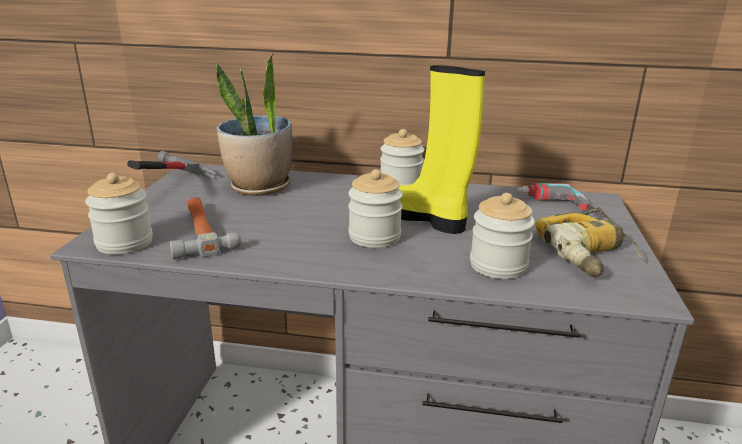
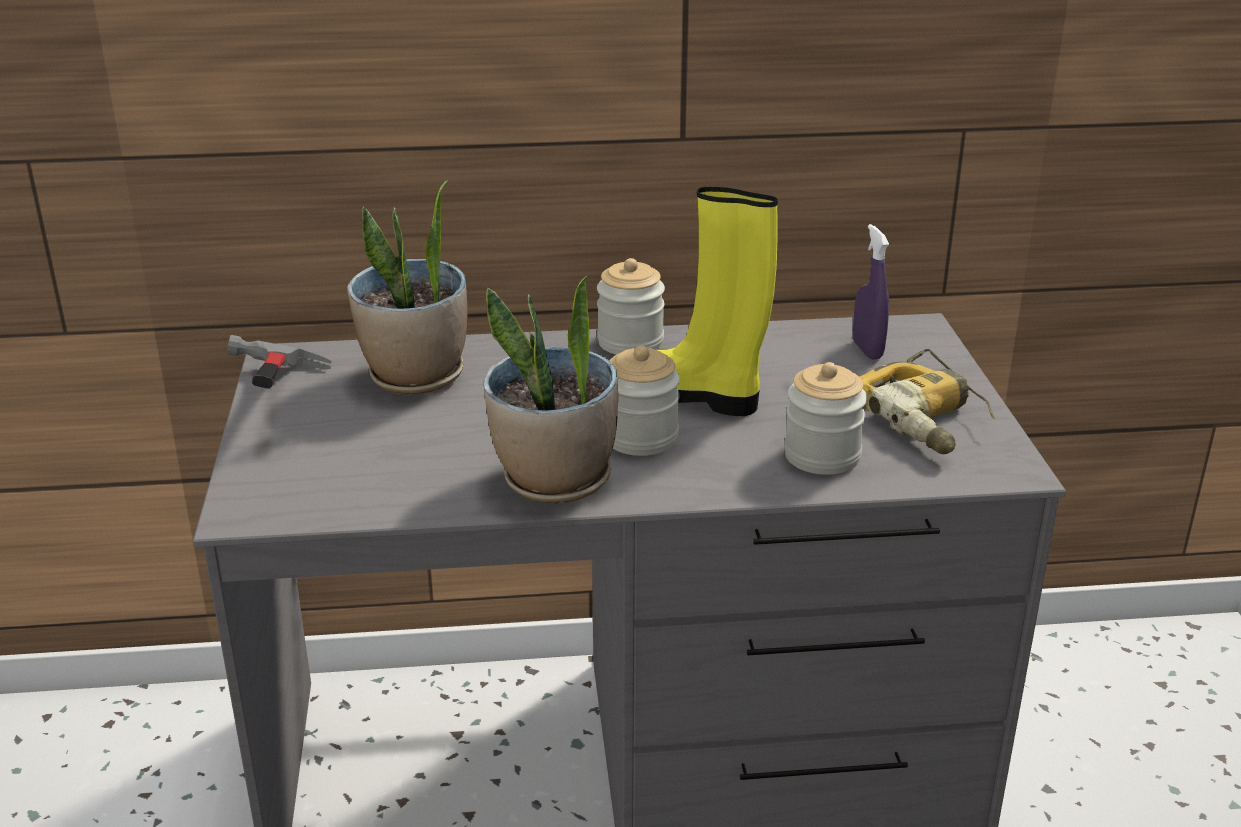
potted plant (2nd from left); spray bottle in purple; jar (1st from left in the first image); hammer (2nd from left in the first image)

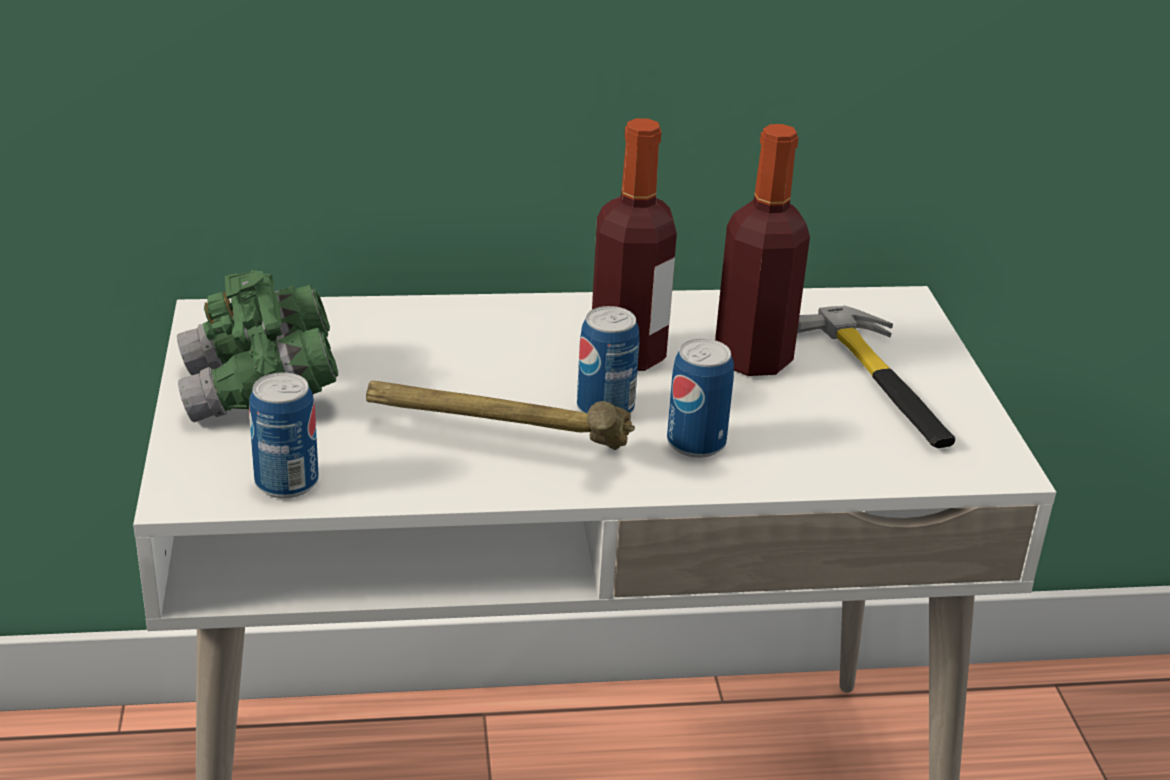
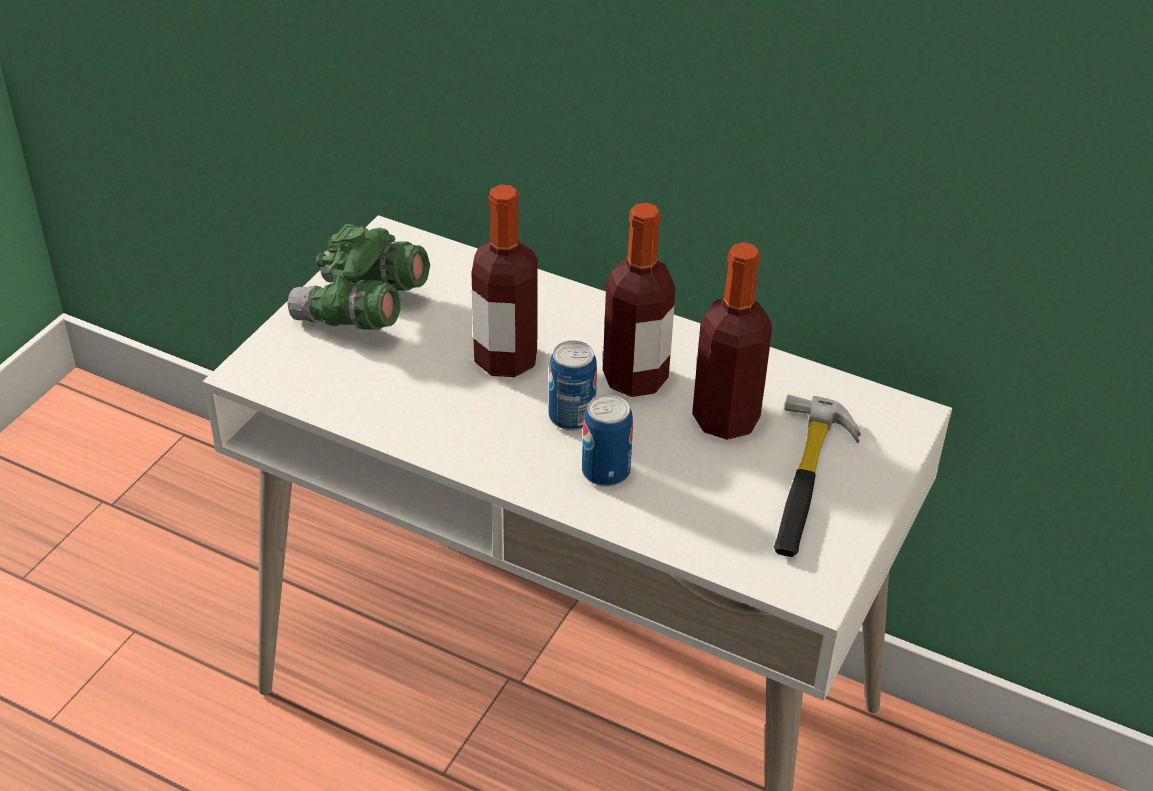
bottle (1st from left); can (1st from left in the first image); hammer (1st from left in the first image)

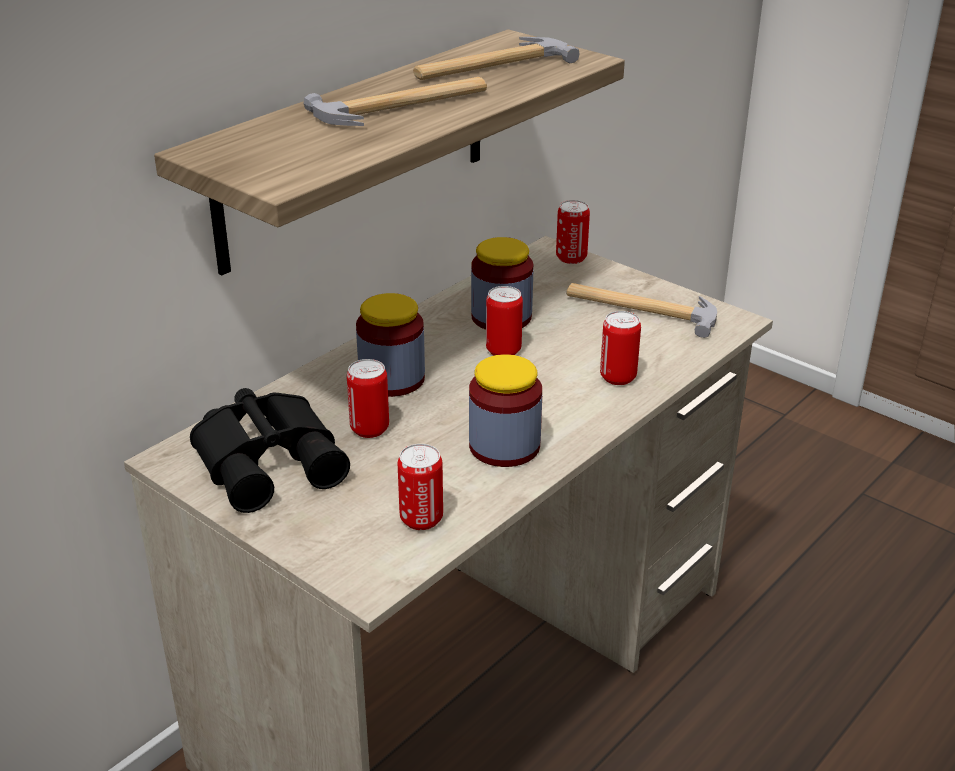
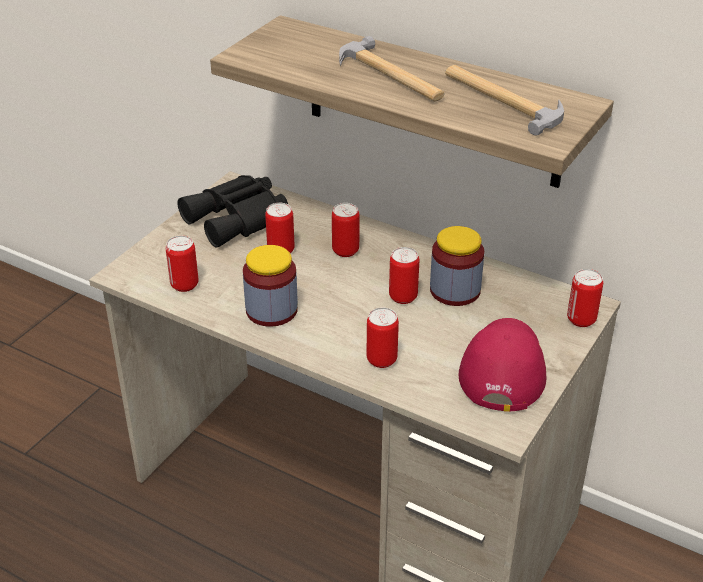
can (3rd from left); cap in red

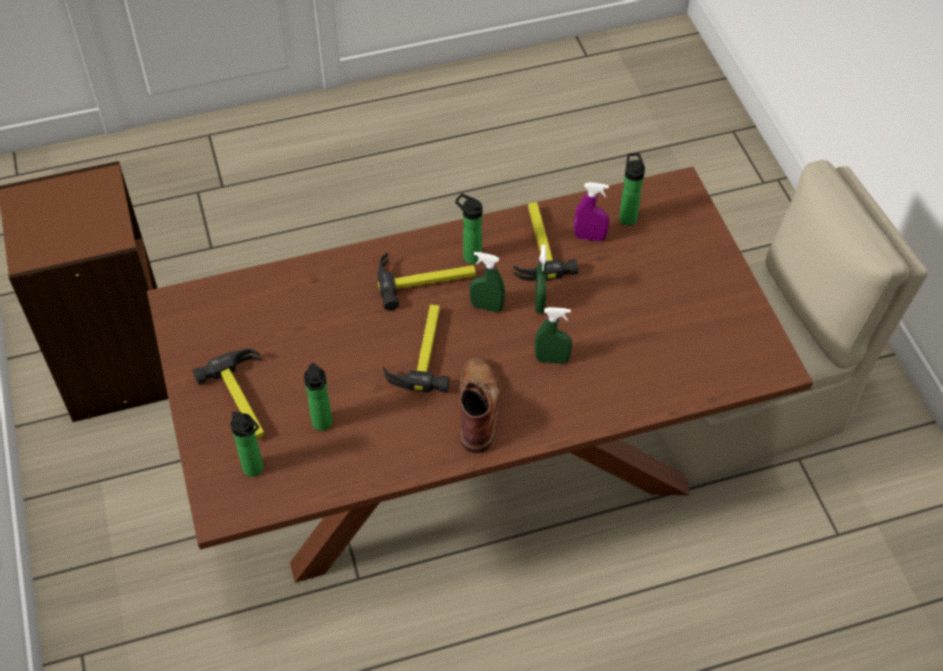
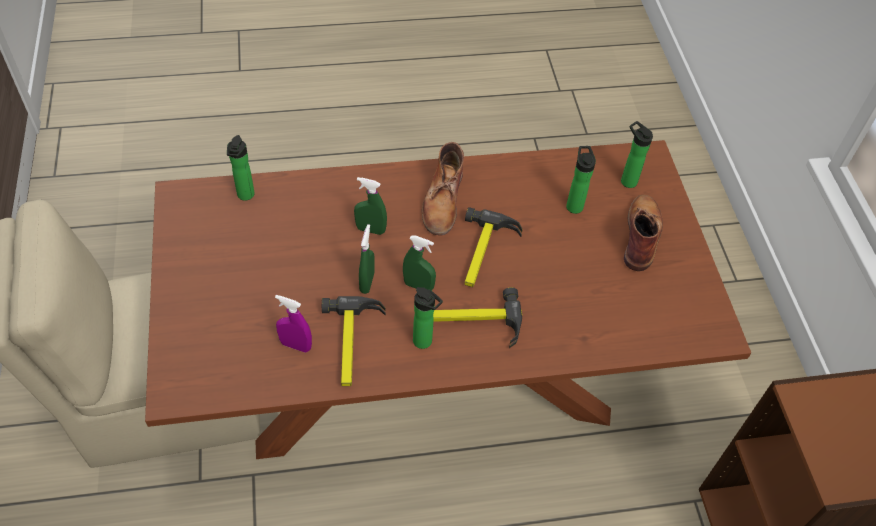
bottle (1st from left); boot in brown (2nd from left)

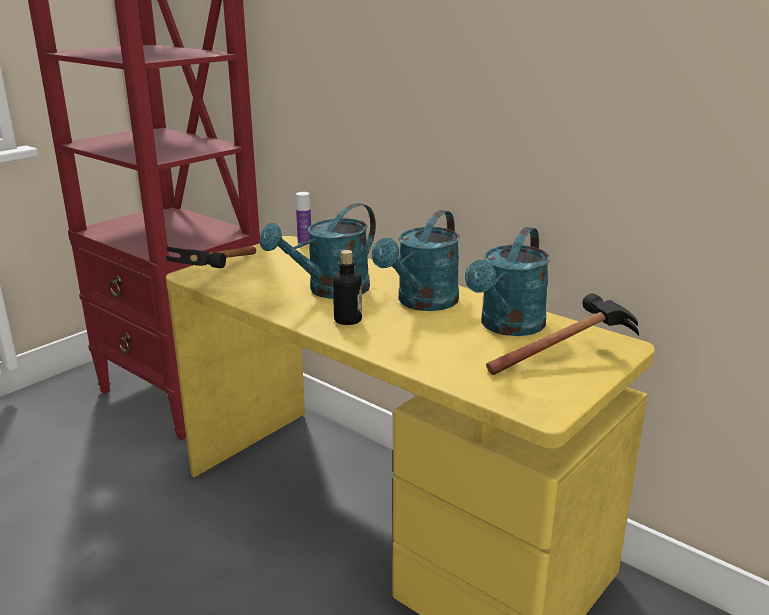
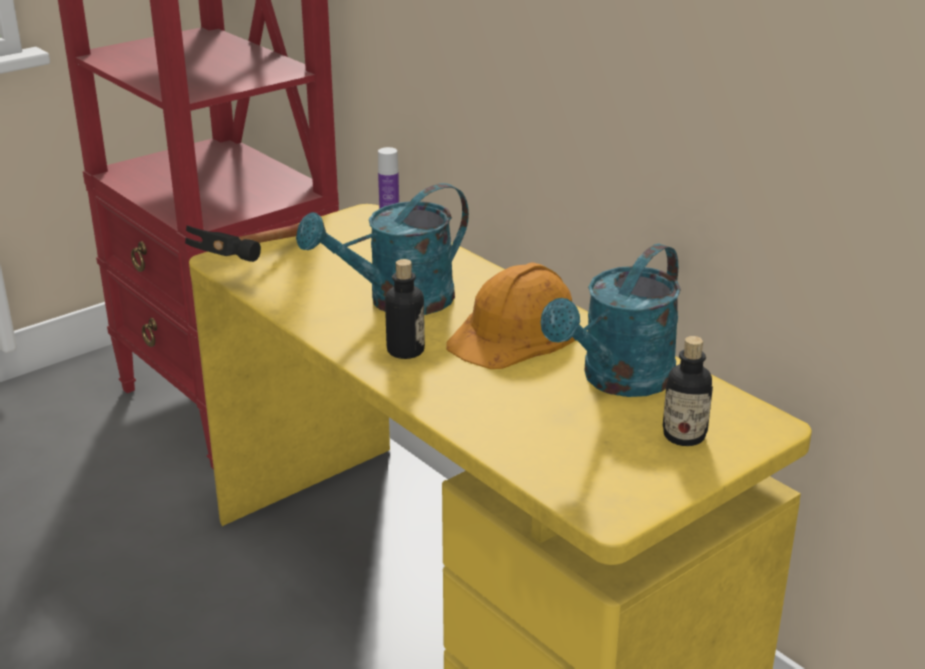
hard hat in orange; bottle (3rd from left)

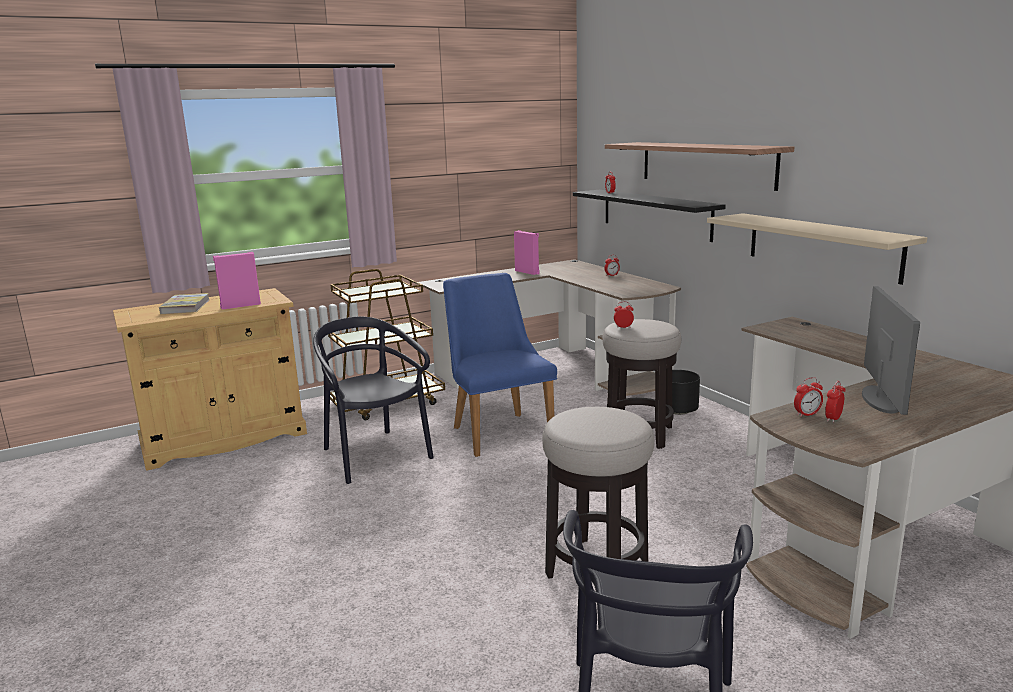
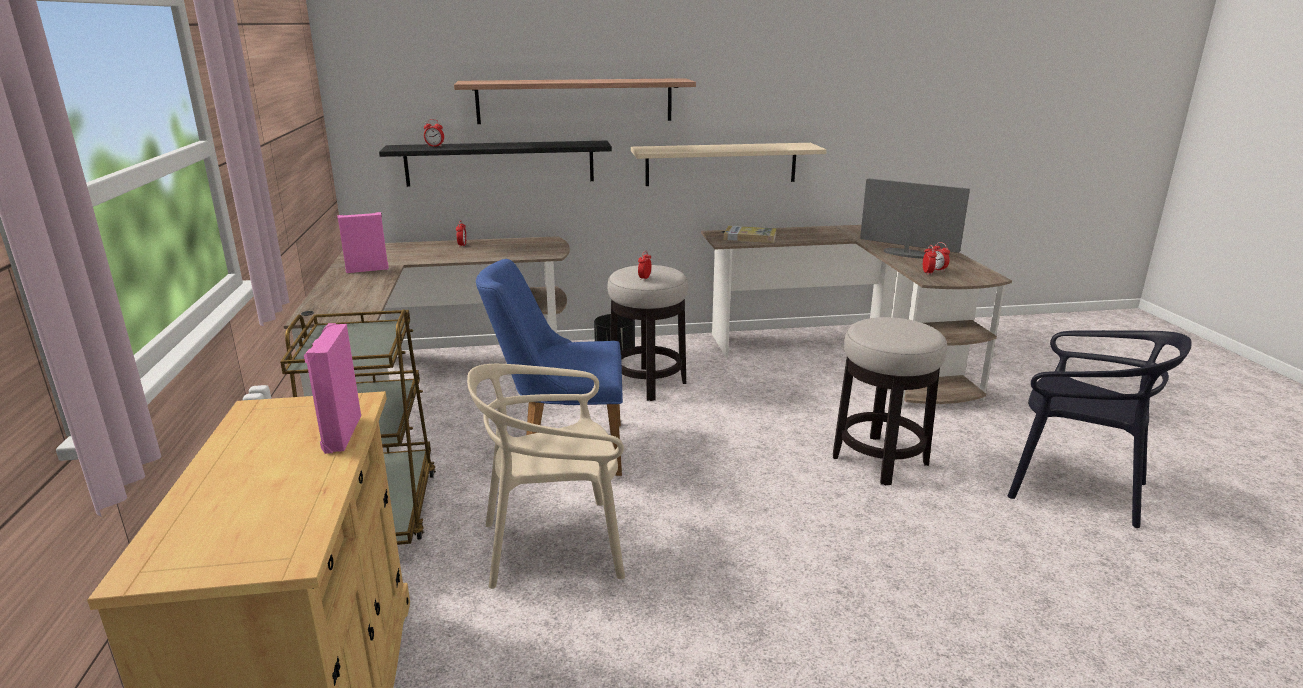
chair in beige; book

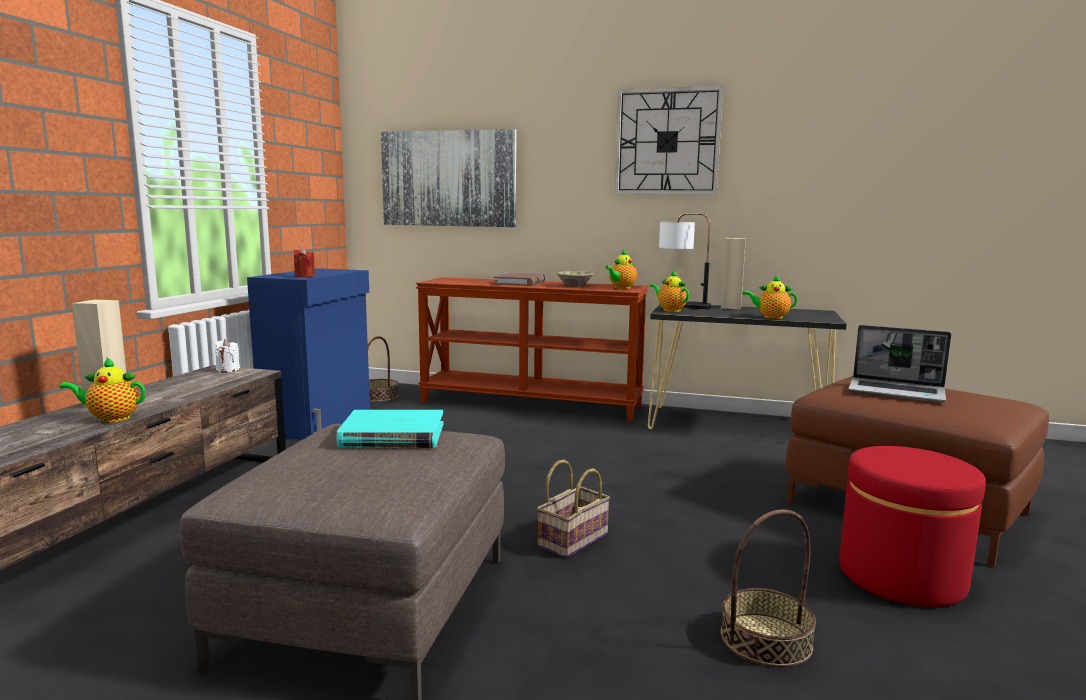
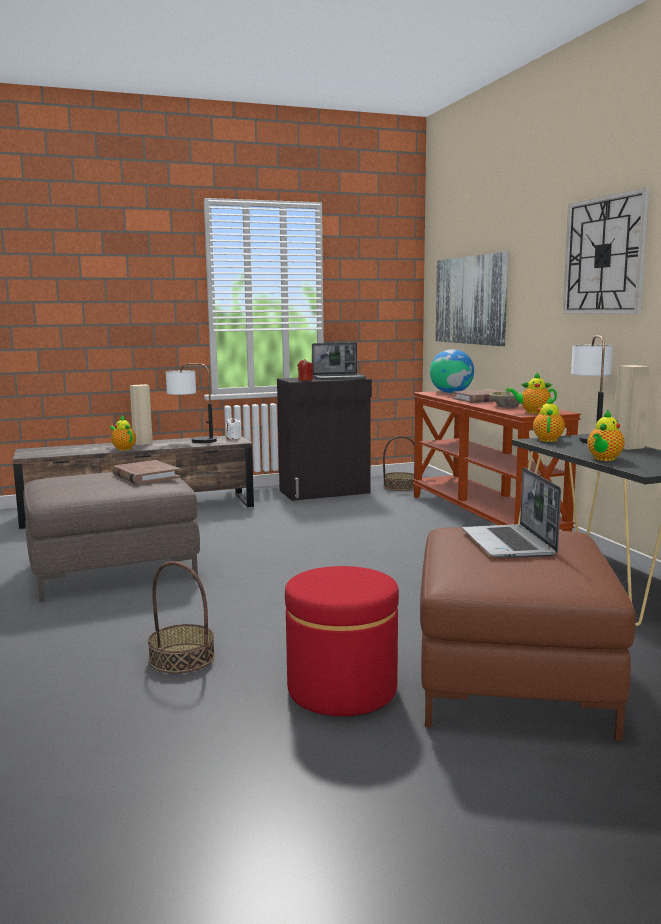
book in brown (1st from left); table lamp (1st from left); cabinet in black; laptop (1st from left); globe; teapot (4th from left); basket (2nd from left in the first image)

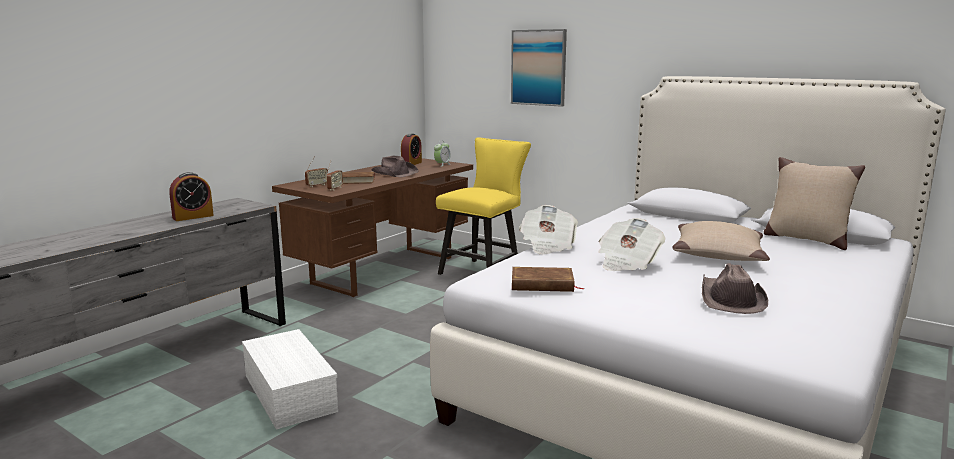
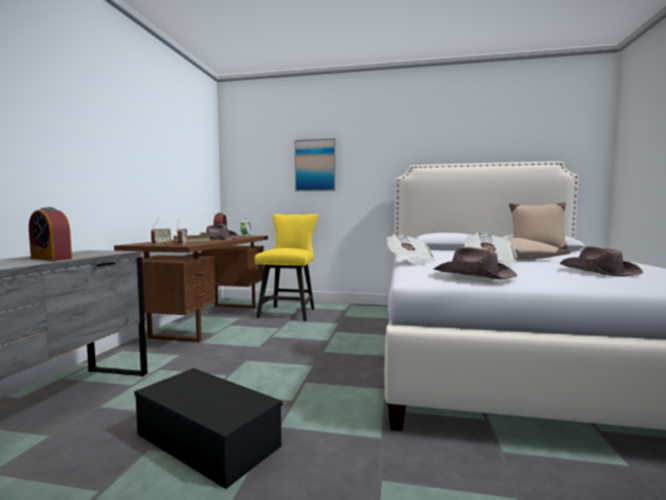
alarm clock (1st from left); storage box in black; hat in brown (2nd from left)

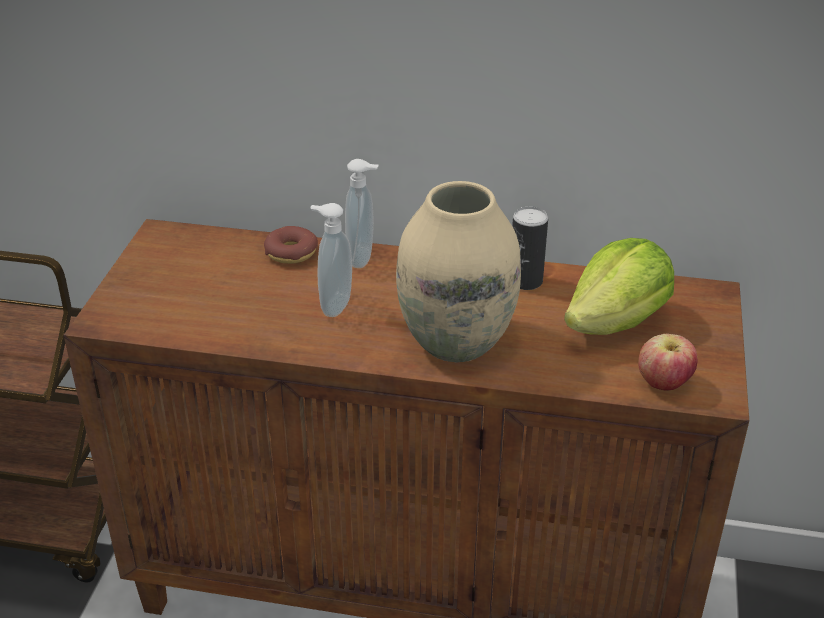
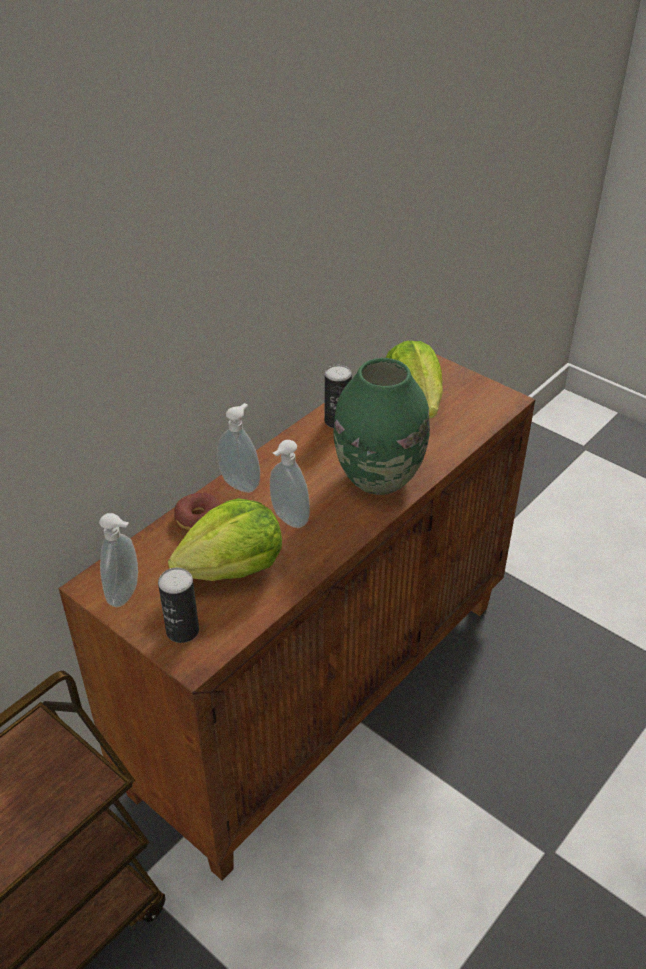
soap dispenser (1st from left); can (1st from left); lettuce (1st from left); vase in green; apple

